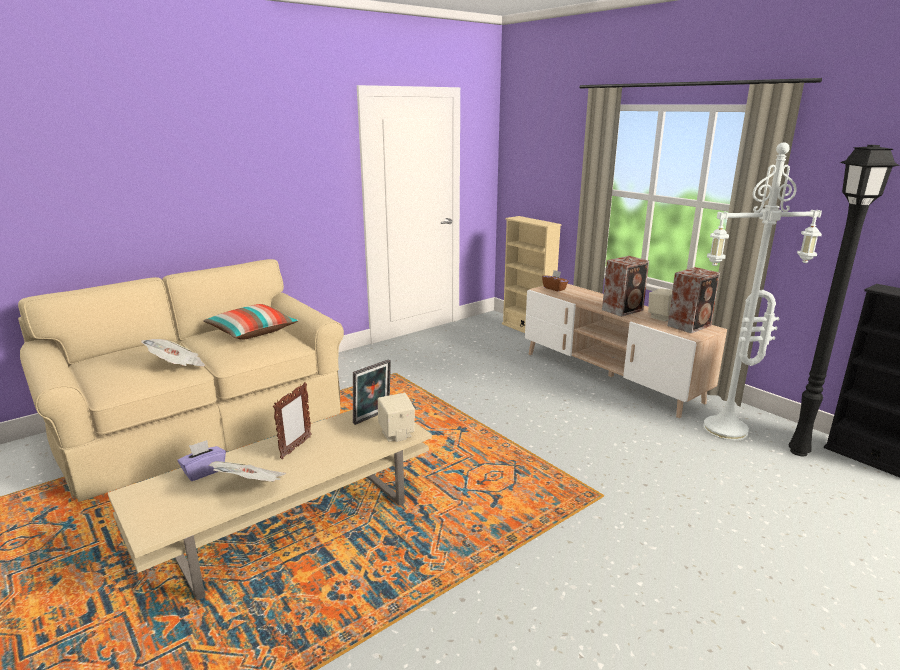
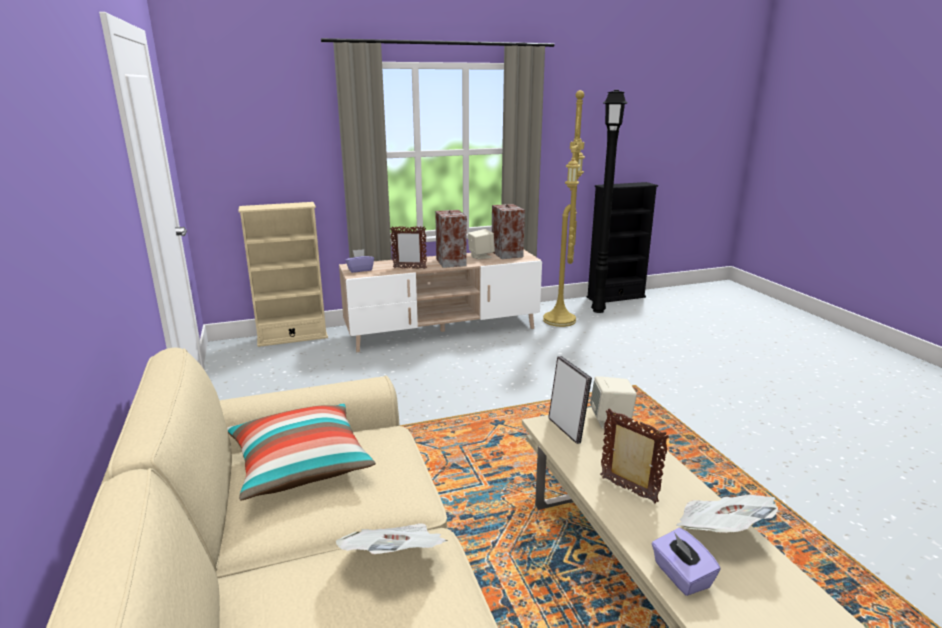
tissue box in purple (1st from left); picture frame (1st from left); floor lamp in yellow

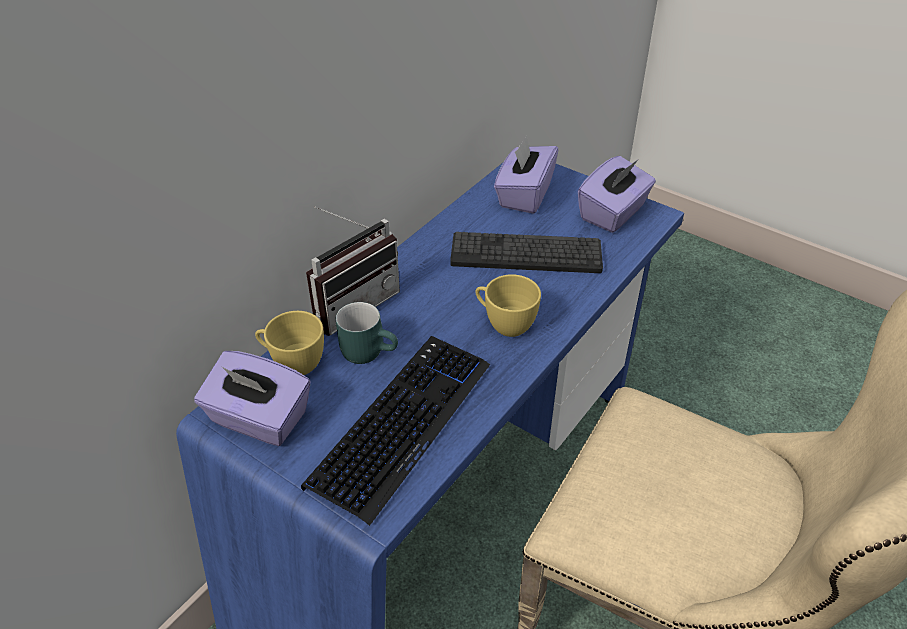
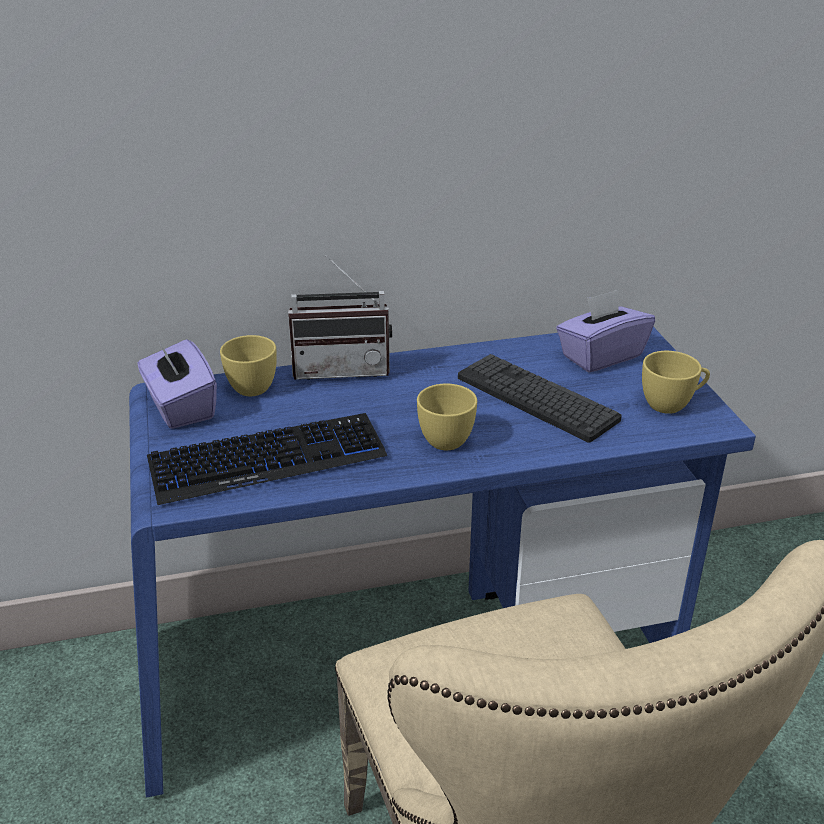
cup in yellow (3rd from left); mug in turquoise

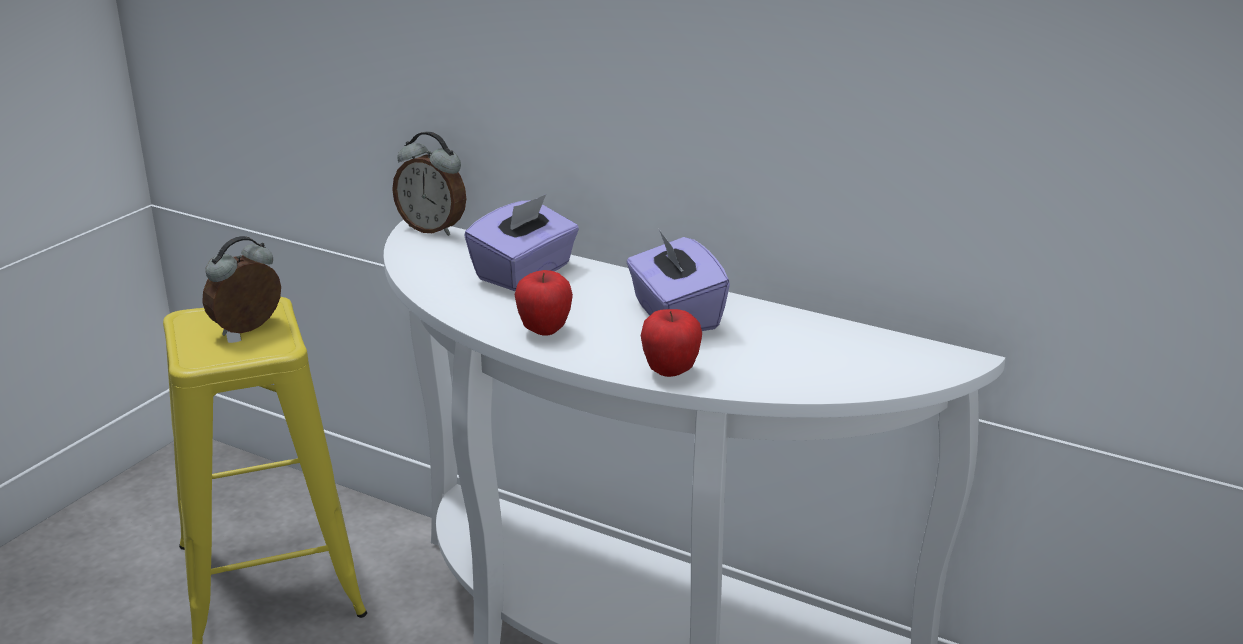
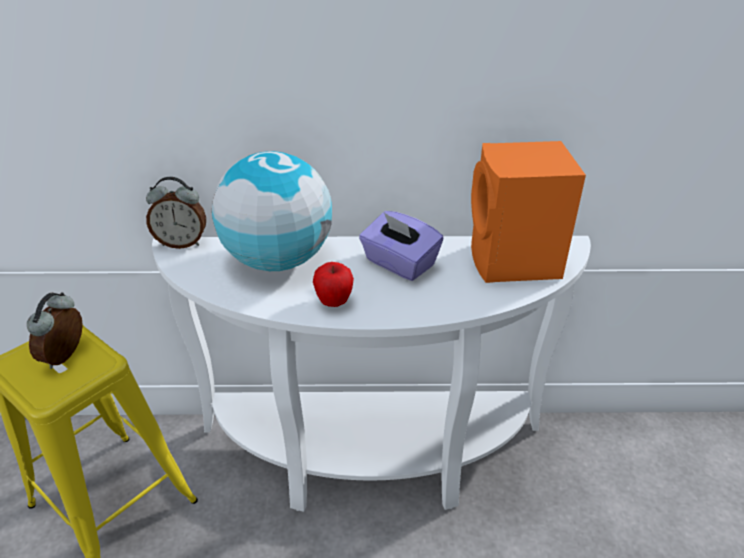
globe; speaker in orange; apple (2nd from left in the first image)

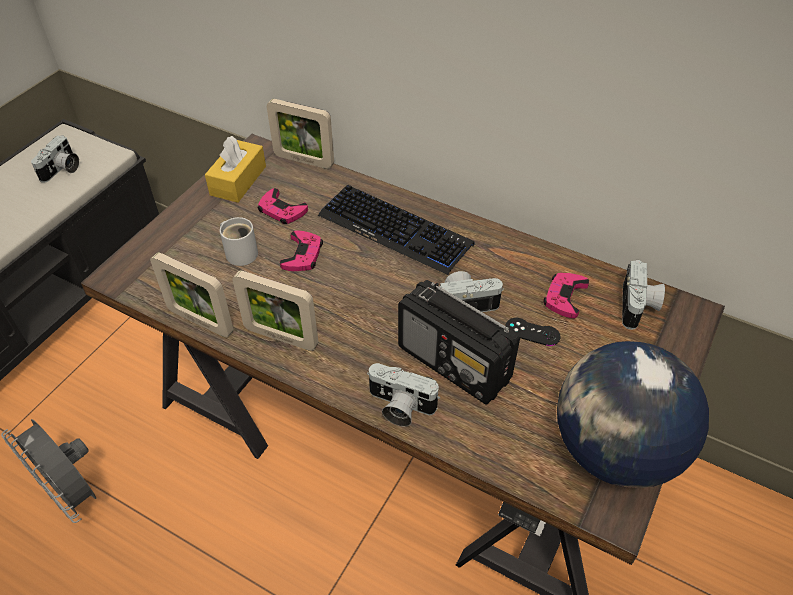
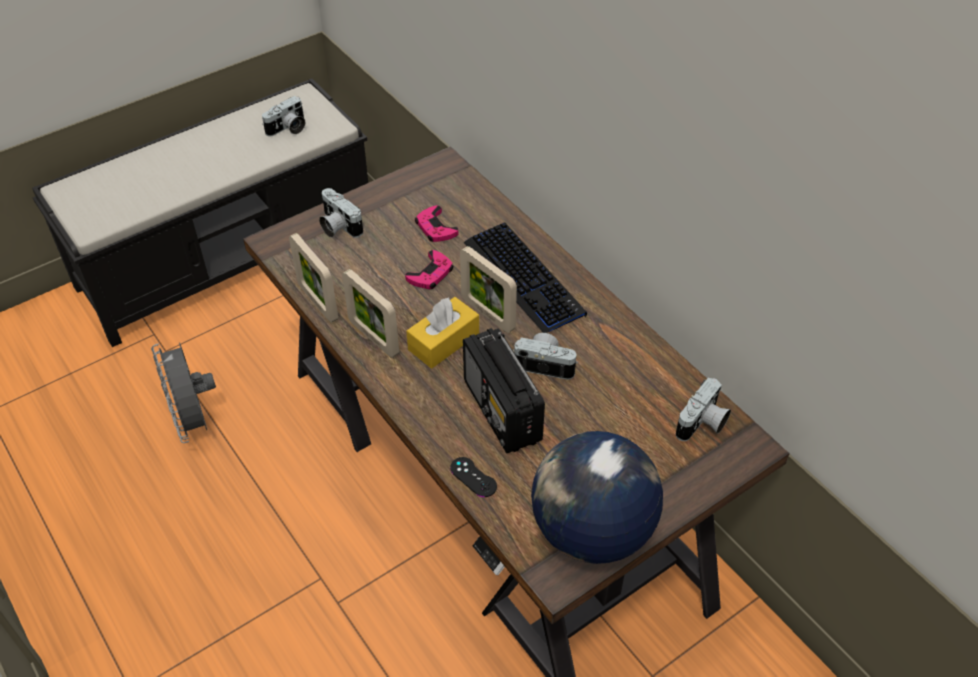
photo camera (2nd from left); tissue box in yellow; game controller in black; picture frame (3rd from left); mug in white; game controller in pink (3rd from left in the first image)

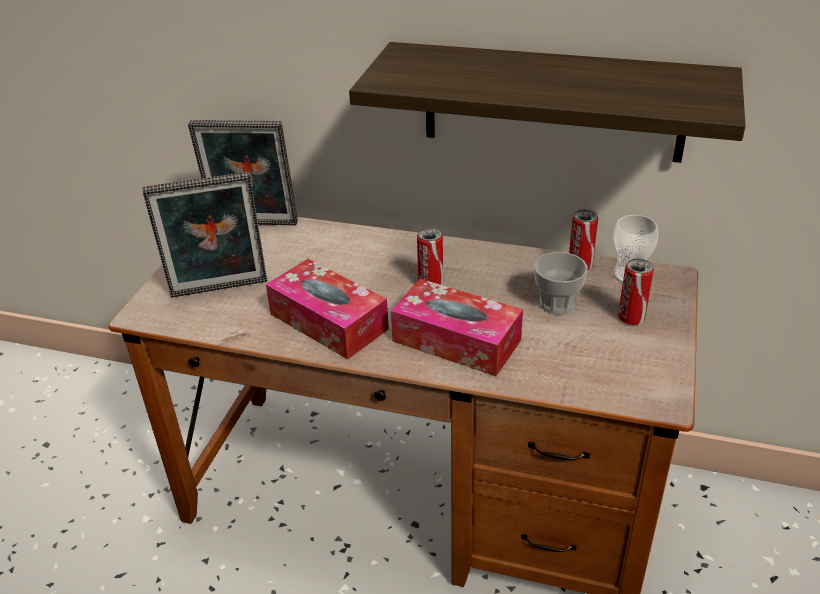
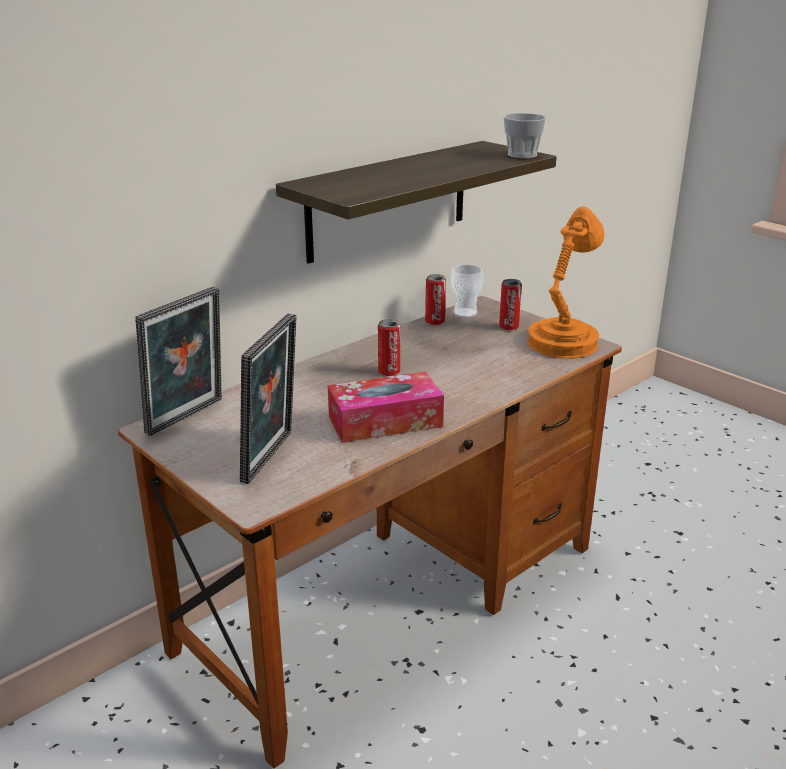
cup (2nd from left); table lamp in orange; tissue box (2nd from left in the first image)

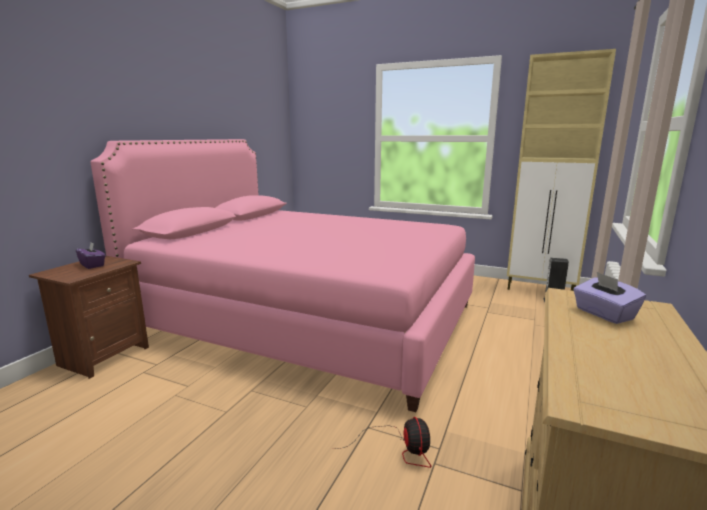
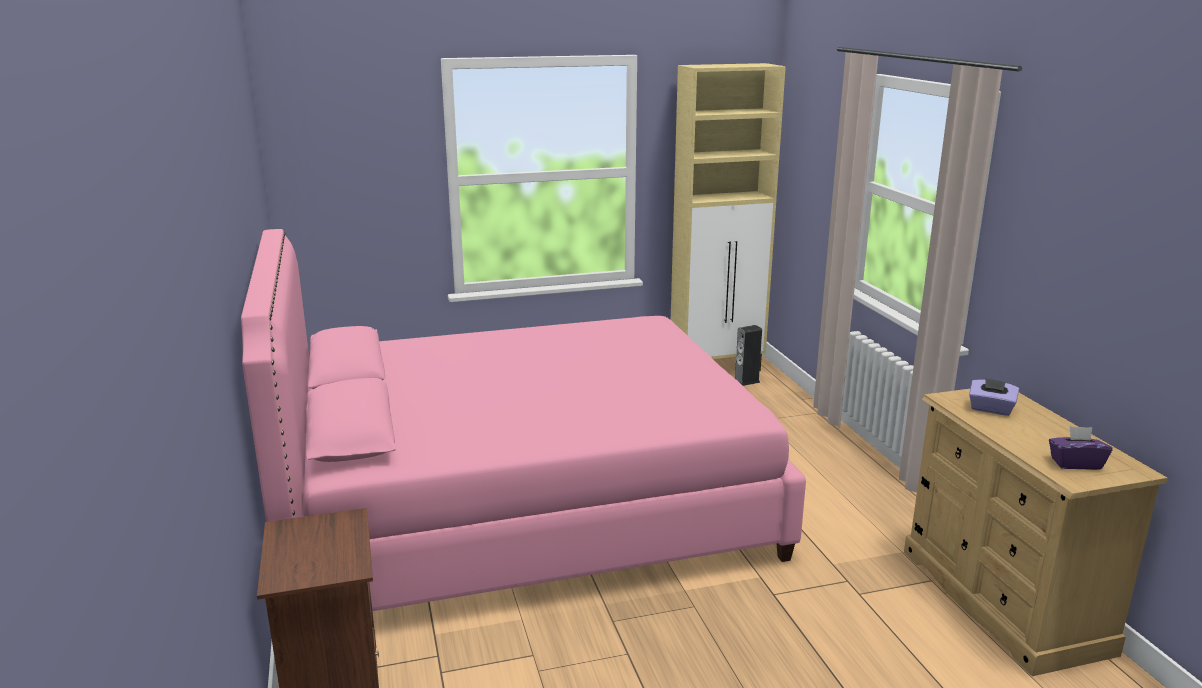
tissue box in purple (2nd from left); fan

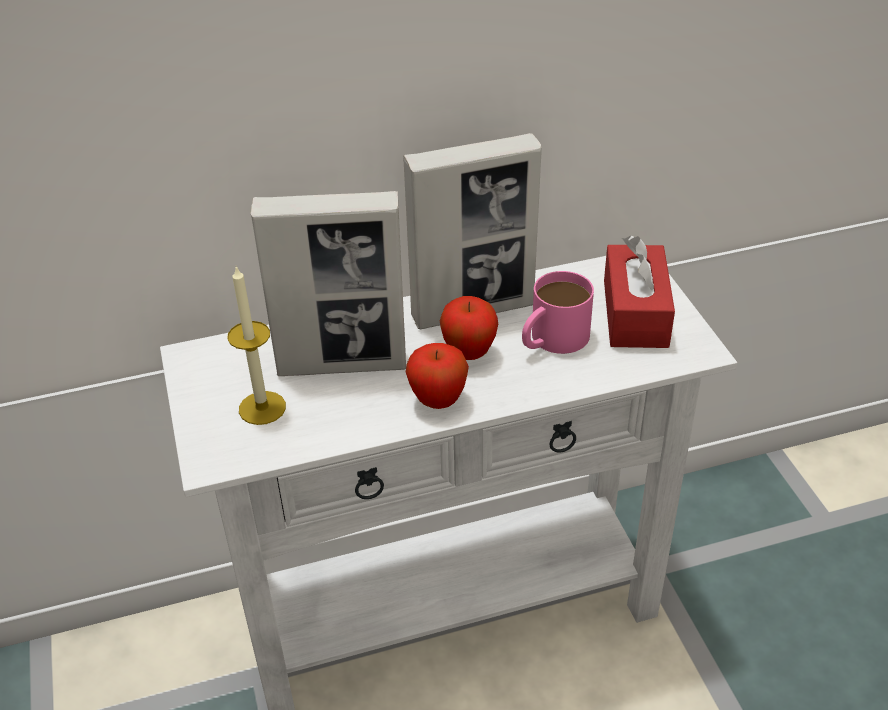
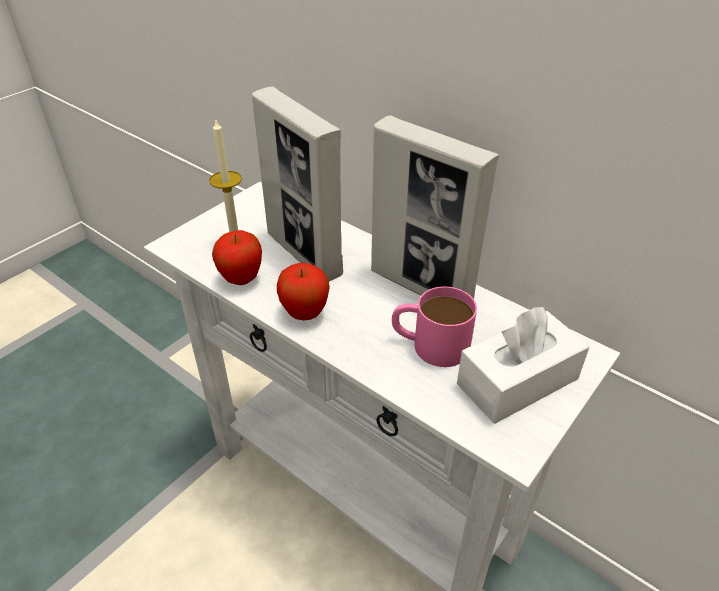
apple (1st from left); tissue box in white

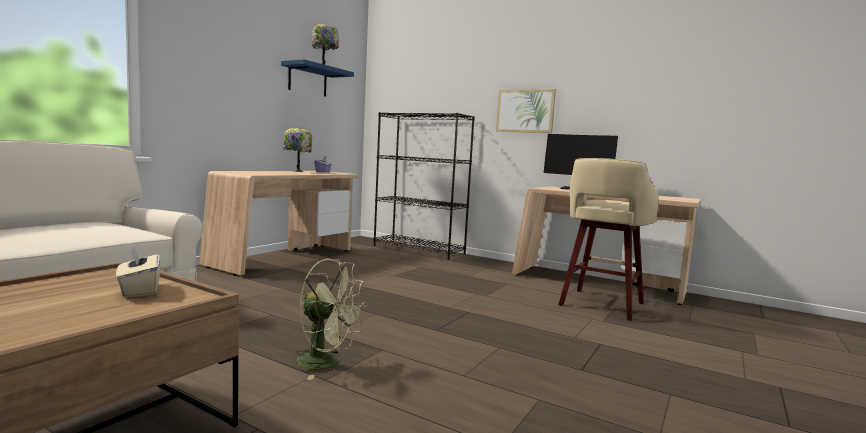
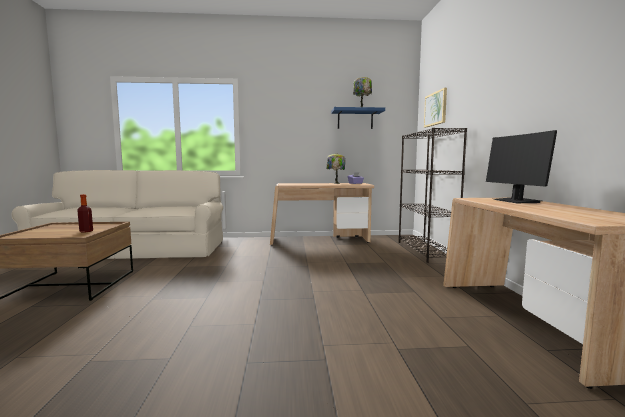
bottle; picture; fan in green; stool in beige

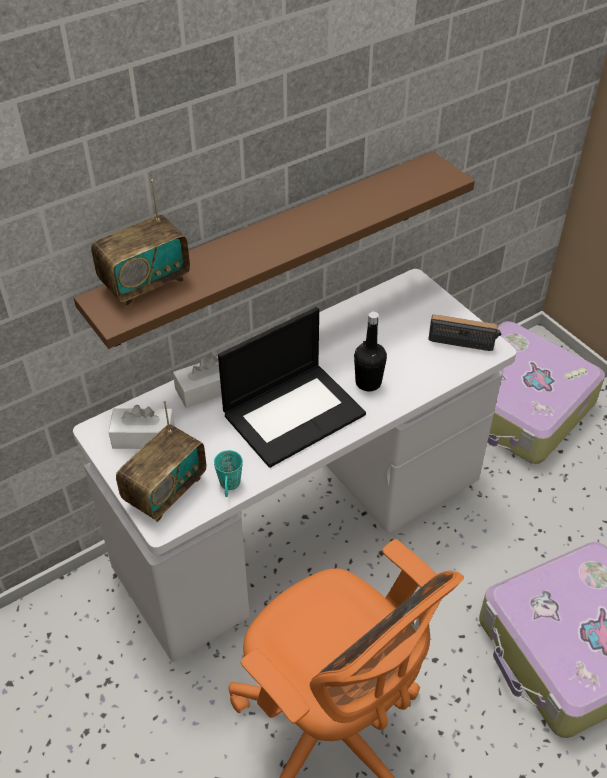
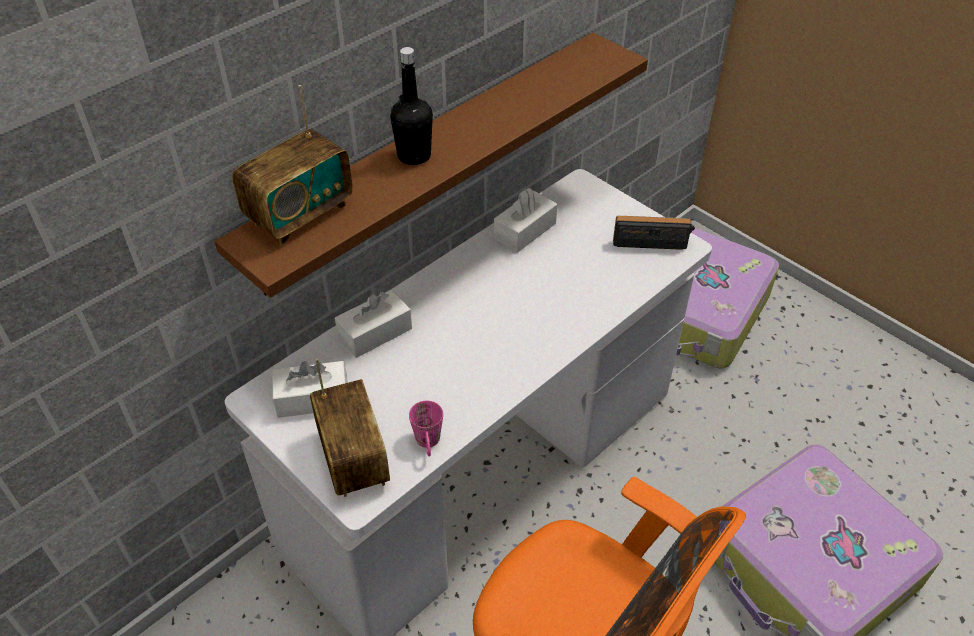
radio (2nd from left); bottle in black; mug in pink; tissue box in white (3rd from left); laptop

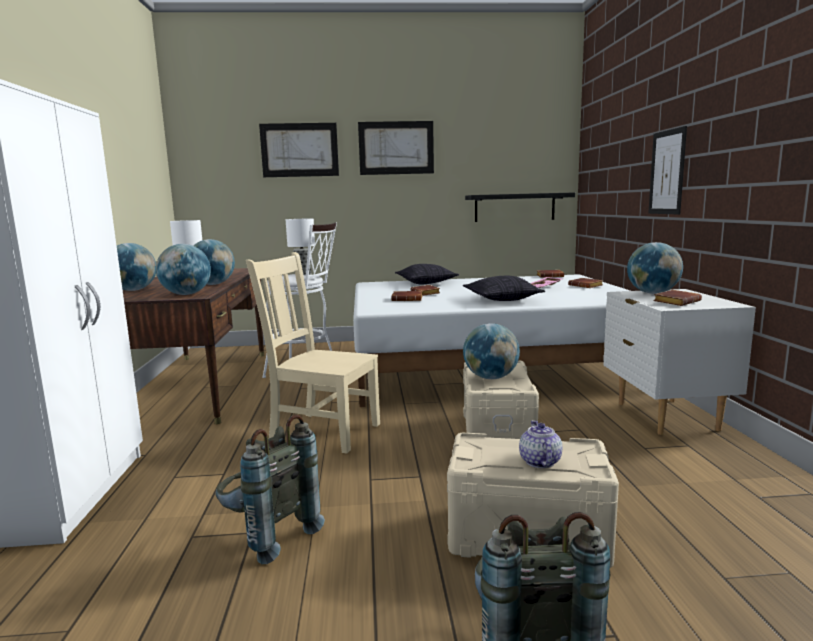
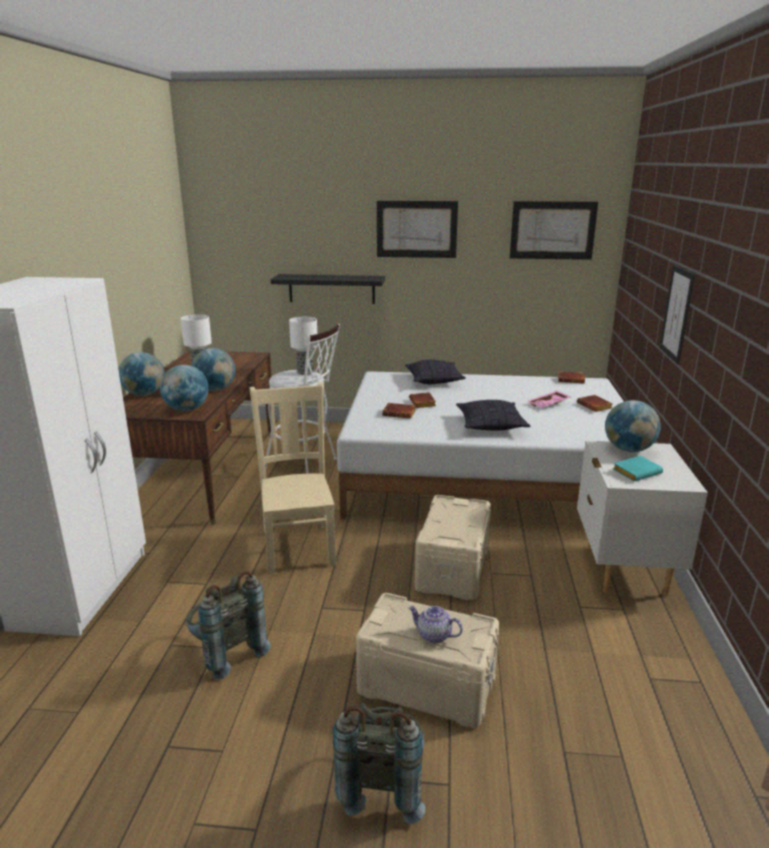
chair in beige; shelf in black; teapot; picture (2nd from left); book in turquoise; globe (4th from left in the first image)

